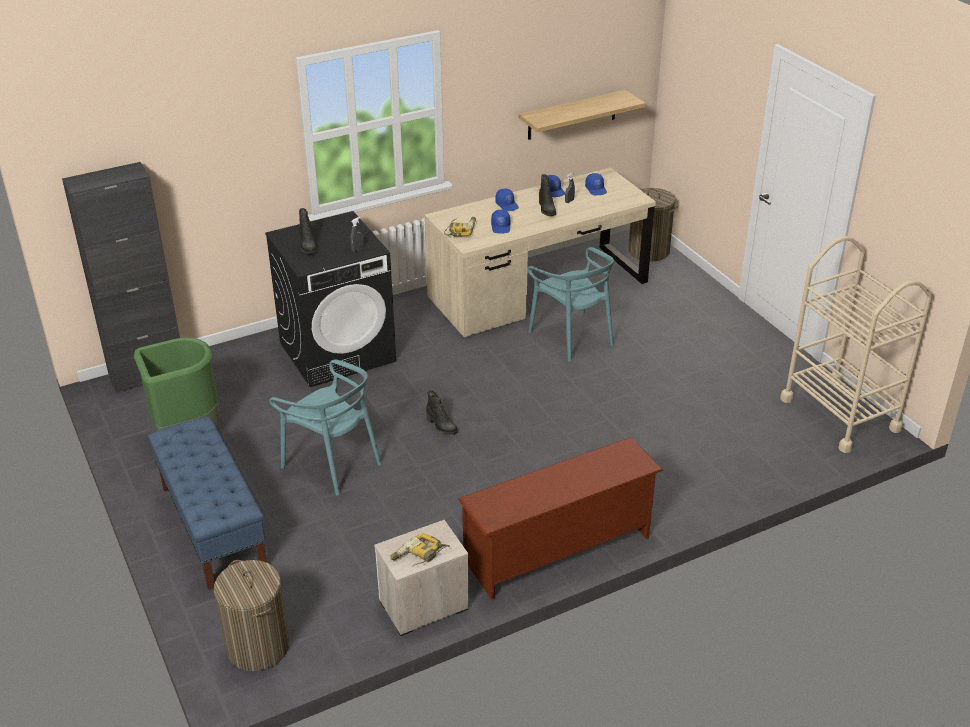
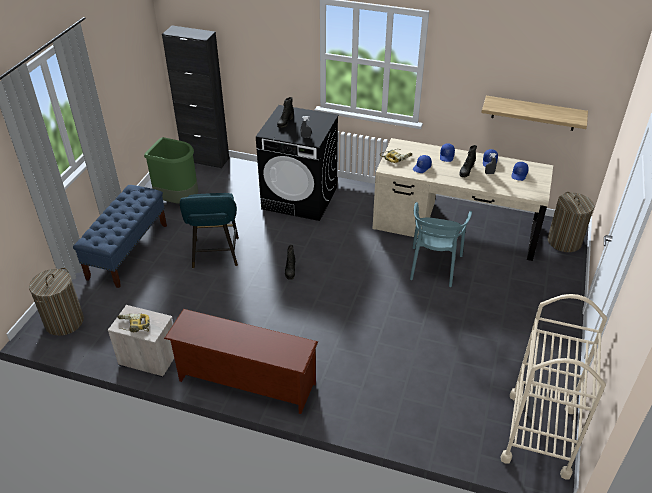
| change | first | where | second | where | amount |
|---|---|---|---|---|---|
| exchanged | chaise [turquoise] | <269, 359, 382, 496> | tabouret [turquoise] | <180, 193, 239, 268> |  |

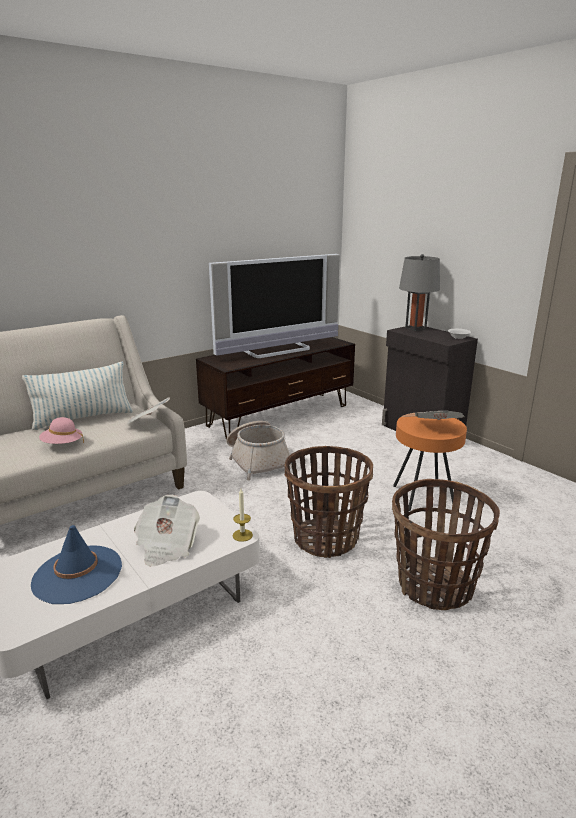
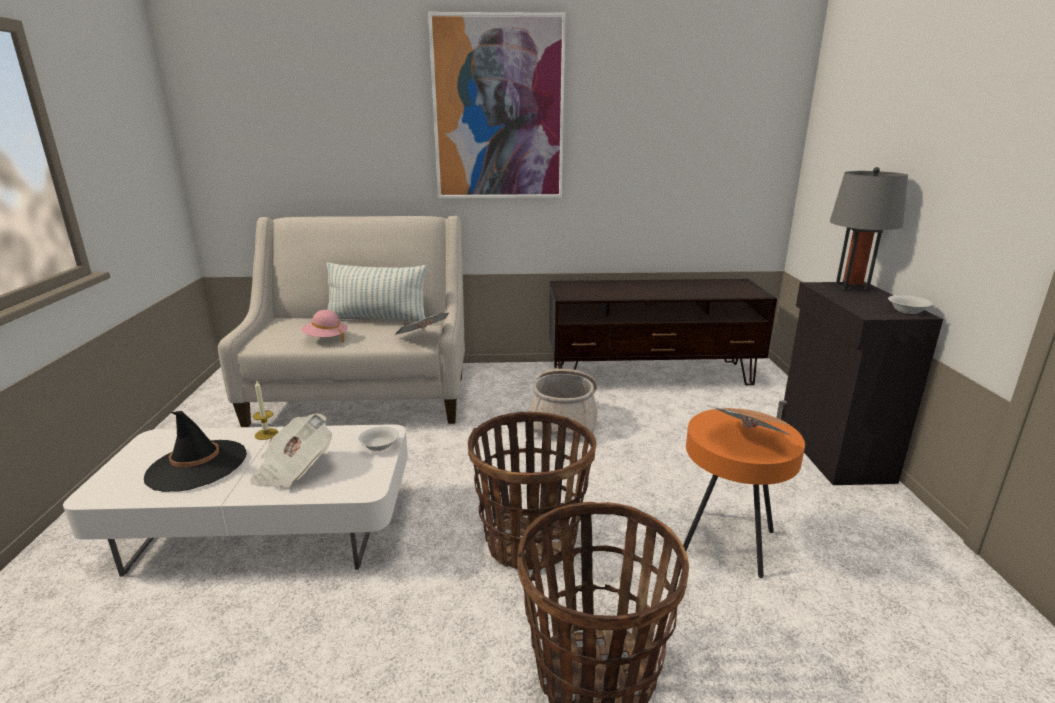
| change | first | where | second | where | amount |
|---|---|---|---|---|---|
| colour | chapeau [bleu] | <31, 525, 122, 604> | chapeau [noir] | <144, 411, 247, 492> |  |
| relocated | bougie | <233, 489, 253, 542> |  | <253, 381, 278, 440> |  |
| appeared |  |  | bol [blanc] | <358, 427, 399, 451> |  |
| appeared |  |  | tableau | <428, 12, 566, 198> |  |
| missing | téléviseur | <209, 254, 340, 358> |  |  |  |

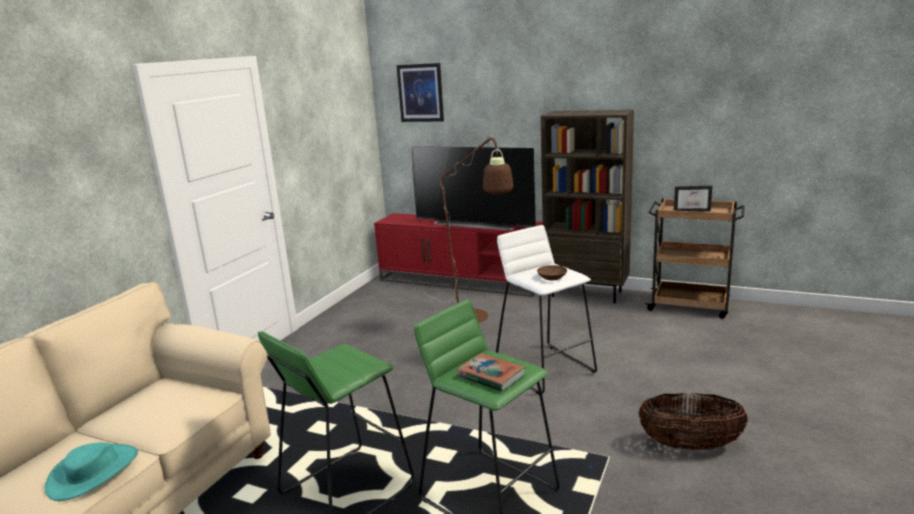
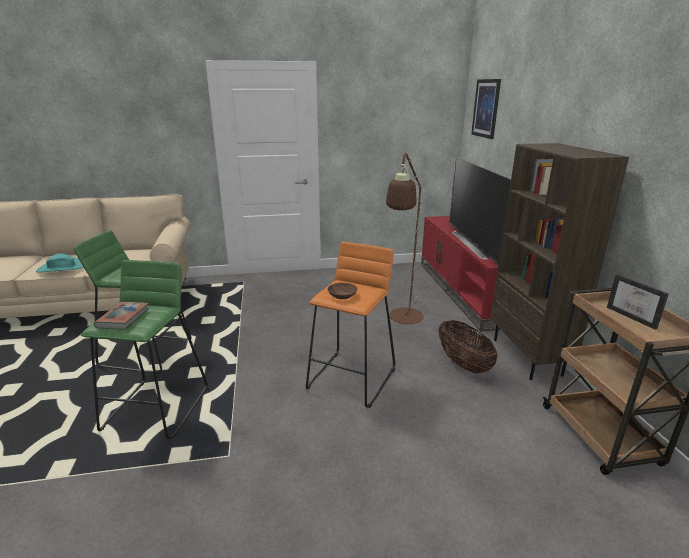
| change | first | where | second | where | amount |
|---|---|---|---|---|---|
| colour | tabouret [blanc] | <496, 225, 597, 394> | tabouret [orange] | <306, 242, 395, 408> |  |
| relocated | panier | <638, 393, 748, 450> |  | <439, 320, 498, 374> |  |

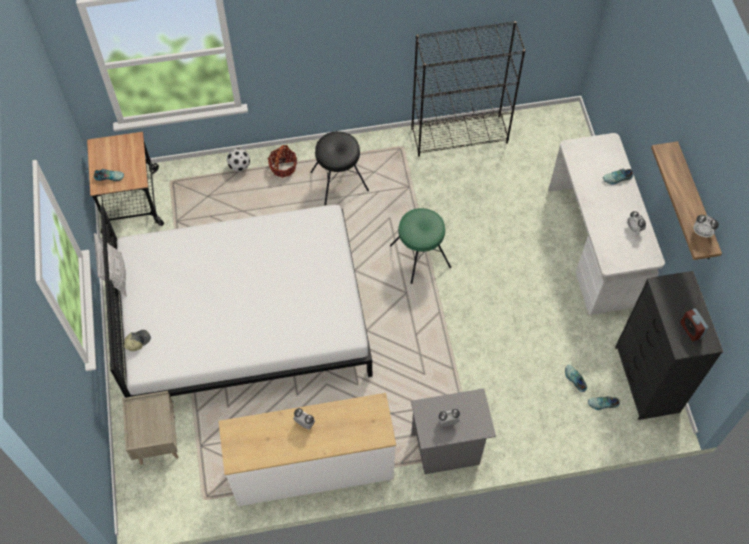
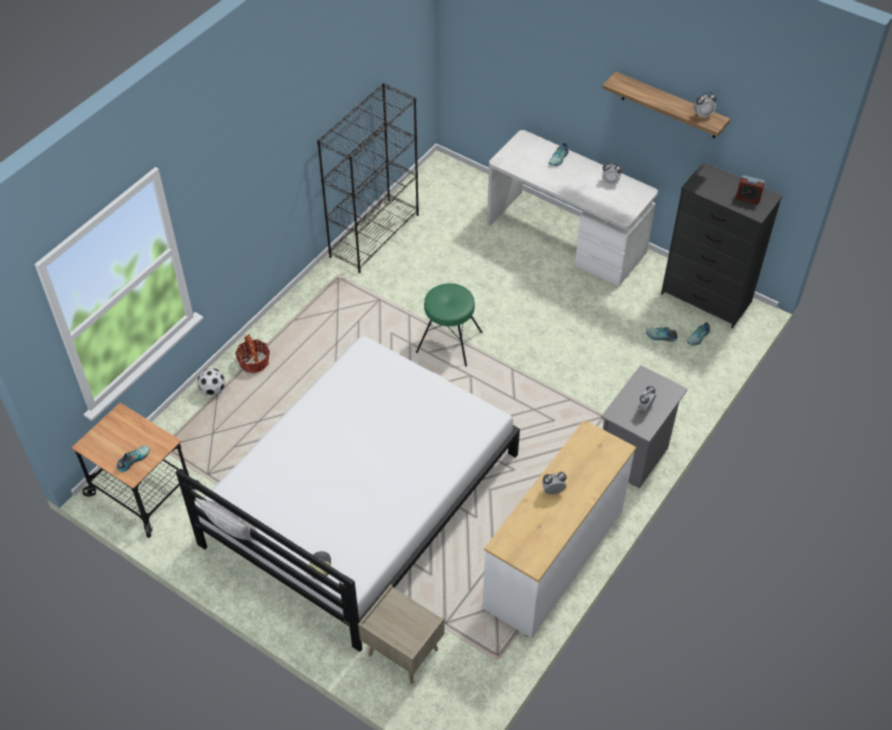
| change | first | where | second | where | amount |
|---|---|---|---|---|---|
| missing | tabouret [noir] | <310, 131, 369, 205> |  |  |  |

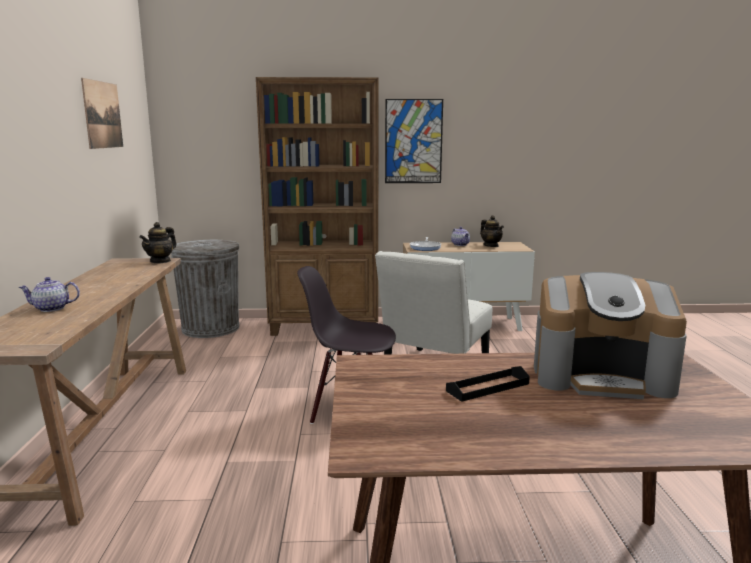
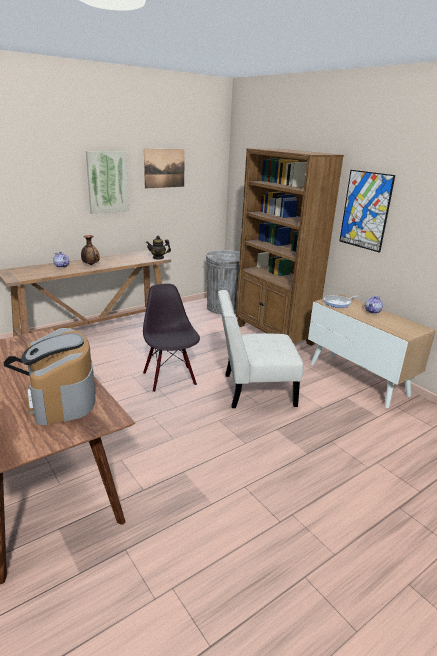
| change | first | where | second | where | amount |
|---|---|---|---|---|---|
| appeared |  |  | vase | <81, 235, 100, 265> |  |
| appeared |  |  | tableau | <86, 151, 129, 214> |  |
| missing | théière | <480, 215, 504, 247> |  |  |  |

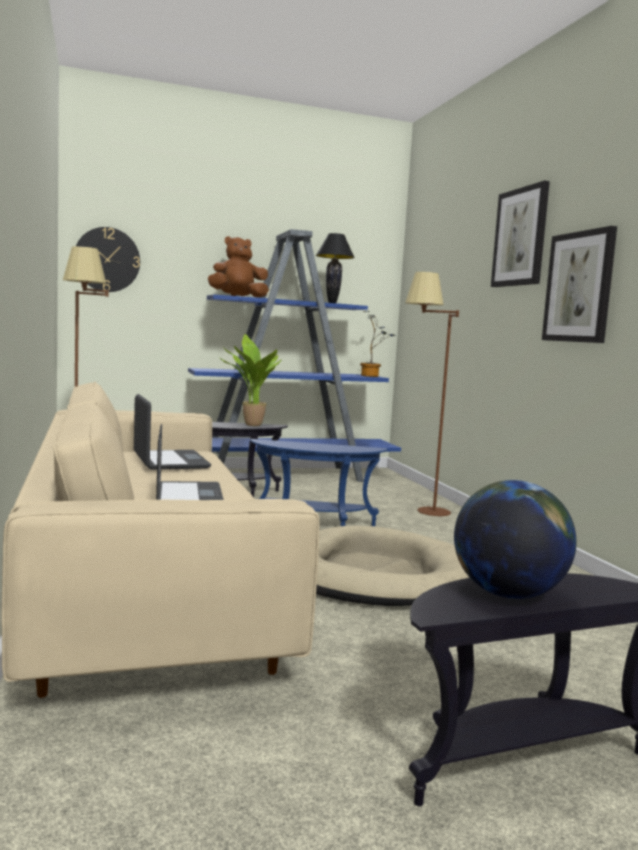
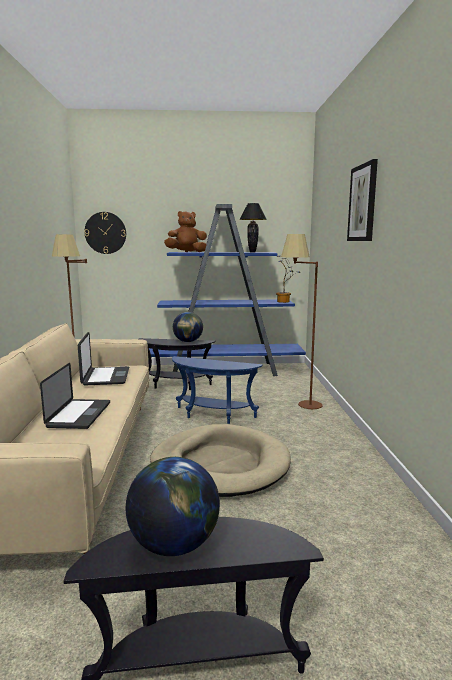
| change | first | where | second | where | amount |
|---|---|---|---|---|---|
| exchanged | plante en pot | <219, 334, 282, 426> | globe | <173, 312, 203, 342> |  |
| missing | tableau | <542, 226, 617, 343> |  |  |  |

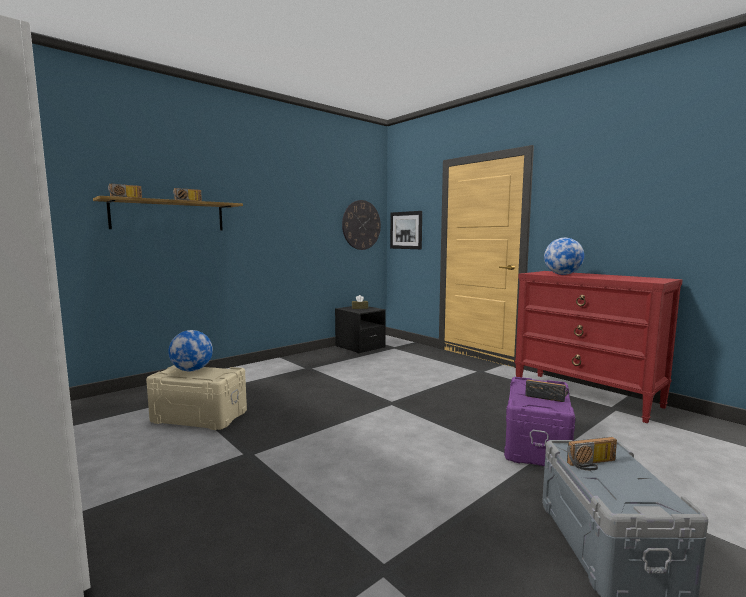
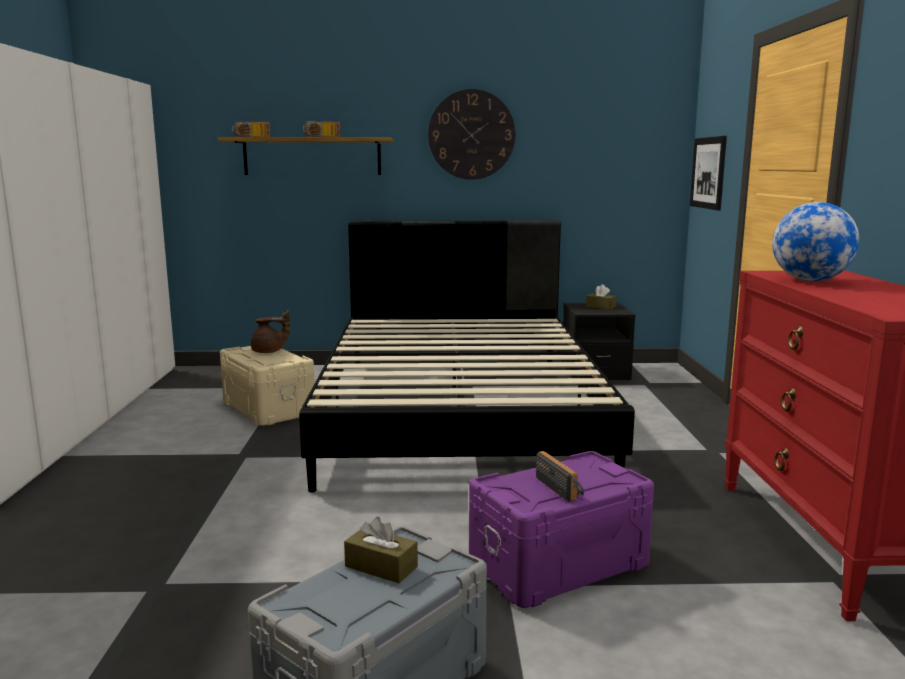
| change | first | where | second | where | amount |
|---|---|---|---|---|---|
| exchanged | globe | <168, 330, 213, 371> | théière [marron] | <251, 310, 290, 353> |  |
| appeared |  |  | lit [noir] | <299, 220, 635, 493> |  |
| exchanged | radio | <567, 437, 617, 470> | boîte à mouchoirs [marron] | <344, 517, 418, 583> |  |
| relocated | horloge murale | <342, 200, 381, 250> |  | <428, 89, 515, 180> |  |

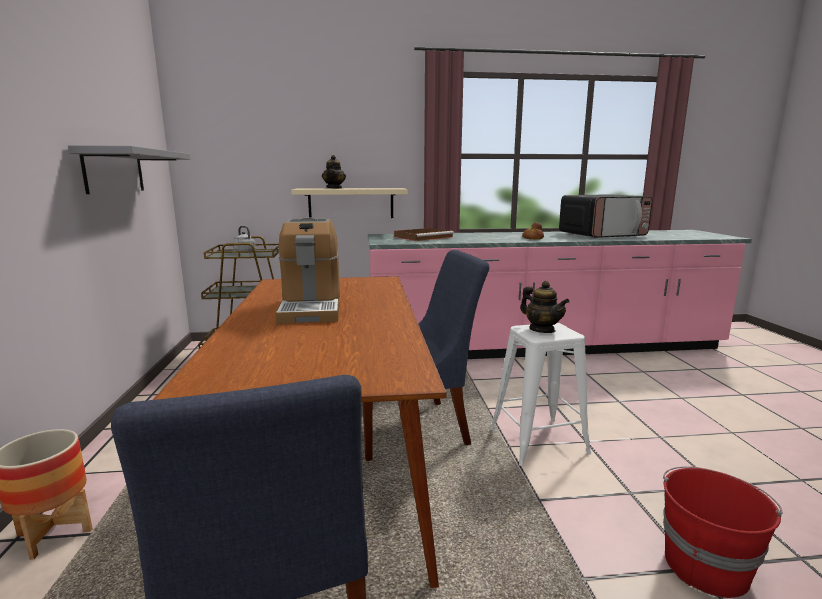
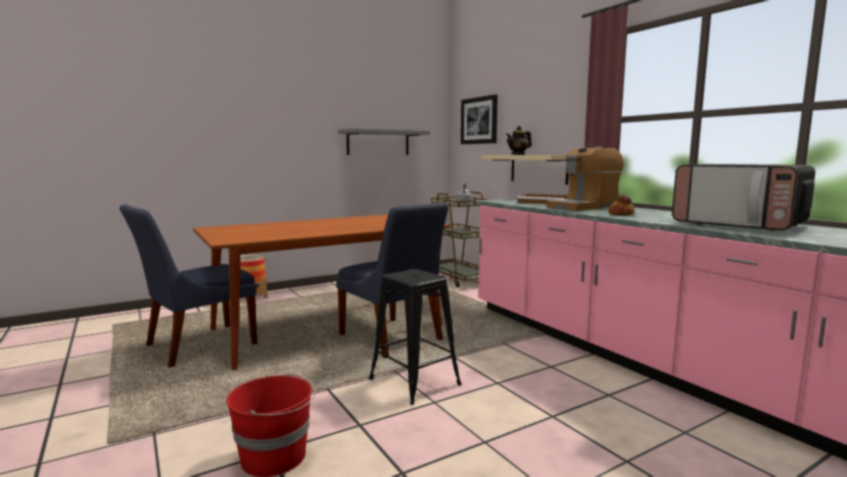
| change | first | where | second | where | amount |
|---|---|---|---|---|---|
| colour | tabouret [blanc] | <490, 323, 591, 466> | tabouret [noir] | <369, 269, 461, 405> |  |
| appeared |  |  | tableau | <461, 94, 498, 144> |  |
| relocated | machine à café | <275, 217, 340, 324> |  | <546, 146, 624, 211> |  |
| missing | théière | <520, 281, 570, 333> |  |  |  |

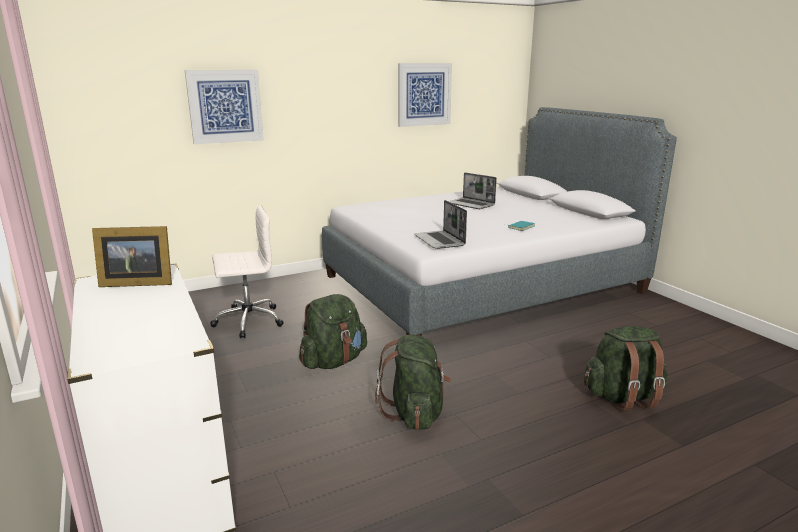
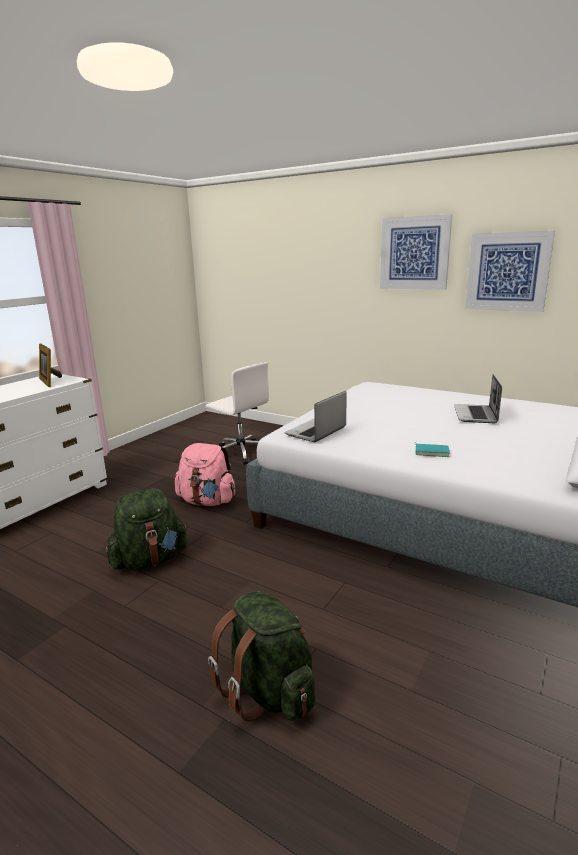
| change | first | where | second | where | amount |
|---|---|---|---|---|---|
| colour | sac à dos [vert] | <299, 294, 367, 369> | sac à dos [rose] | <175, 443, 235, 506> |  |
| relocated | tableau | <185, 70, 264, 144> |  | <380, 214, 452, 290> |  |

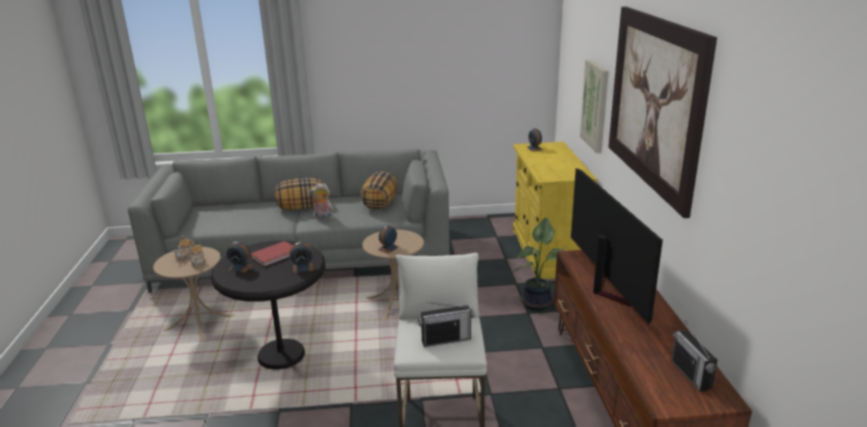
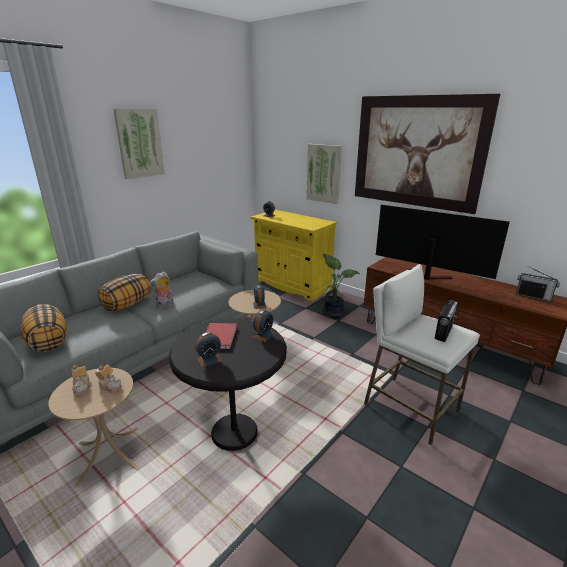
| change | first | where | second | where | amount |
|---|---|---|---|---|---|
| relocated | coussin | <361, 171, 398, 210> |  | <21, 304, 67, 352> |  |
| appeared |  |  | tableau | <113, 109, 165, 179> |  |

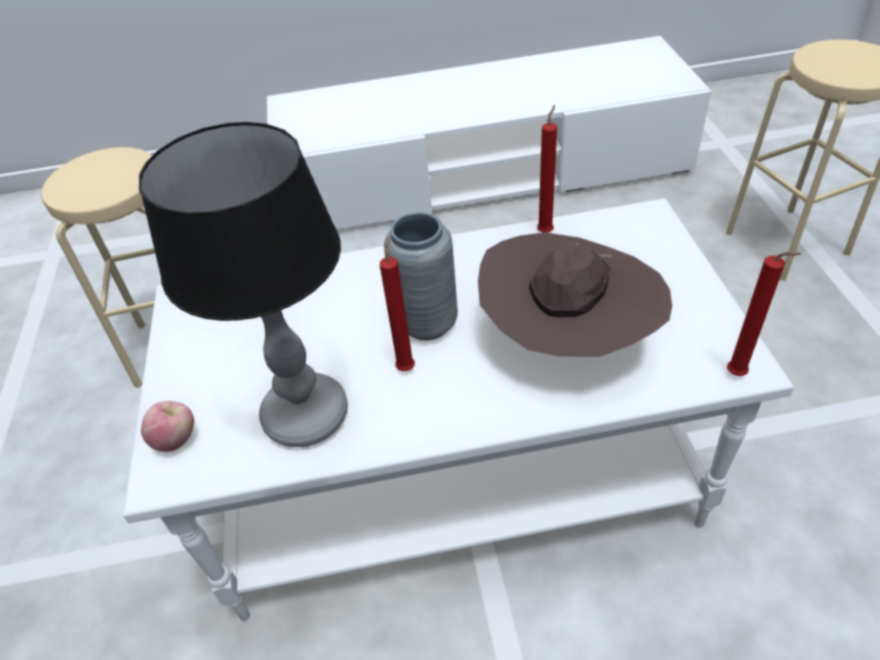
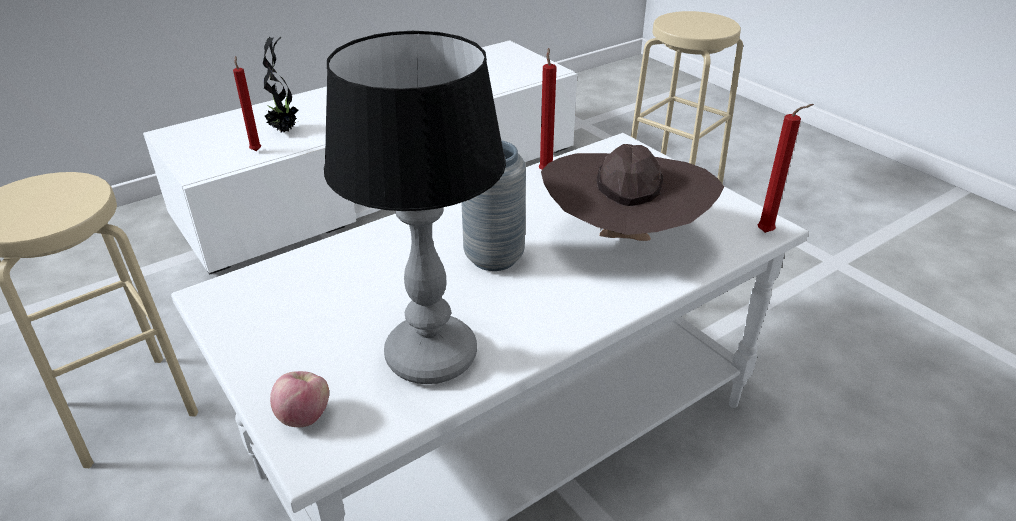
| change | first | where | second | where | amount |
|---|---|---|---|---|---|
| relocated | bougie [rouge] | <380, 236, 415, 371> |  | <233, 56, 261, 151> |  |
| appeared |  |  | plante en pot | <263, 37, 300, 132> |  |

